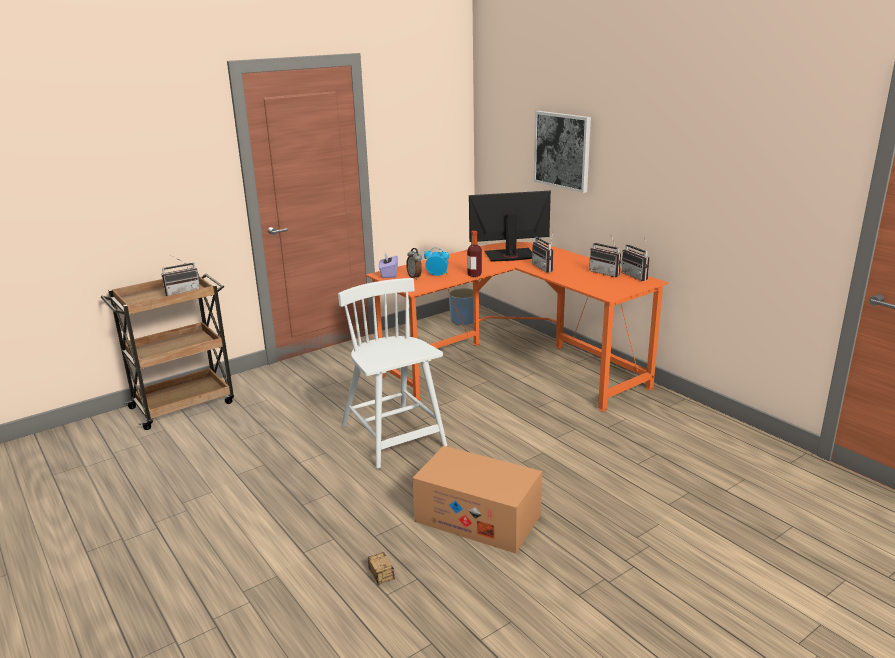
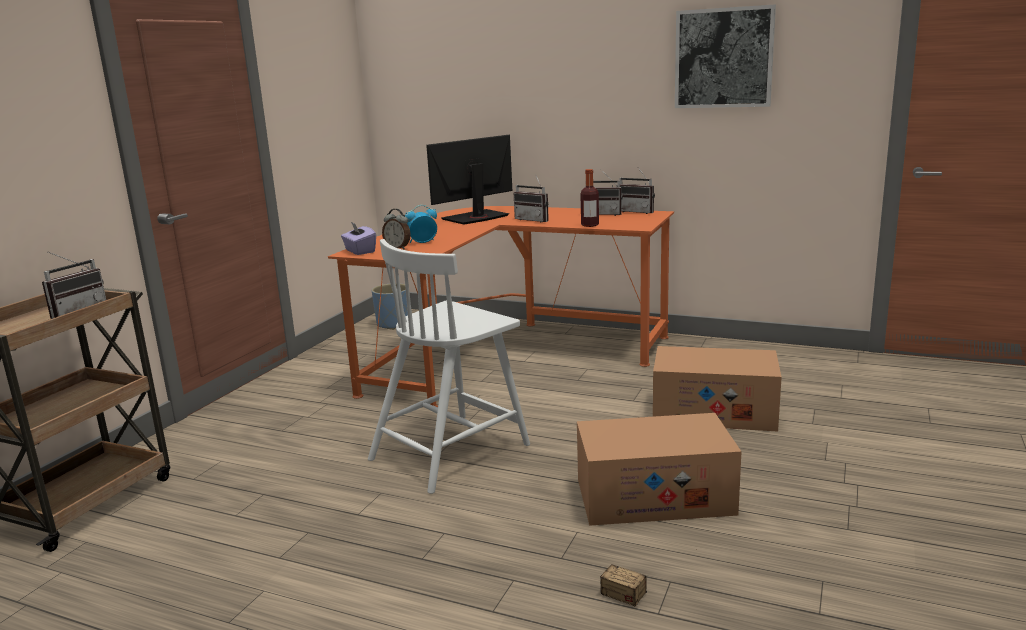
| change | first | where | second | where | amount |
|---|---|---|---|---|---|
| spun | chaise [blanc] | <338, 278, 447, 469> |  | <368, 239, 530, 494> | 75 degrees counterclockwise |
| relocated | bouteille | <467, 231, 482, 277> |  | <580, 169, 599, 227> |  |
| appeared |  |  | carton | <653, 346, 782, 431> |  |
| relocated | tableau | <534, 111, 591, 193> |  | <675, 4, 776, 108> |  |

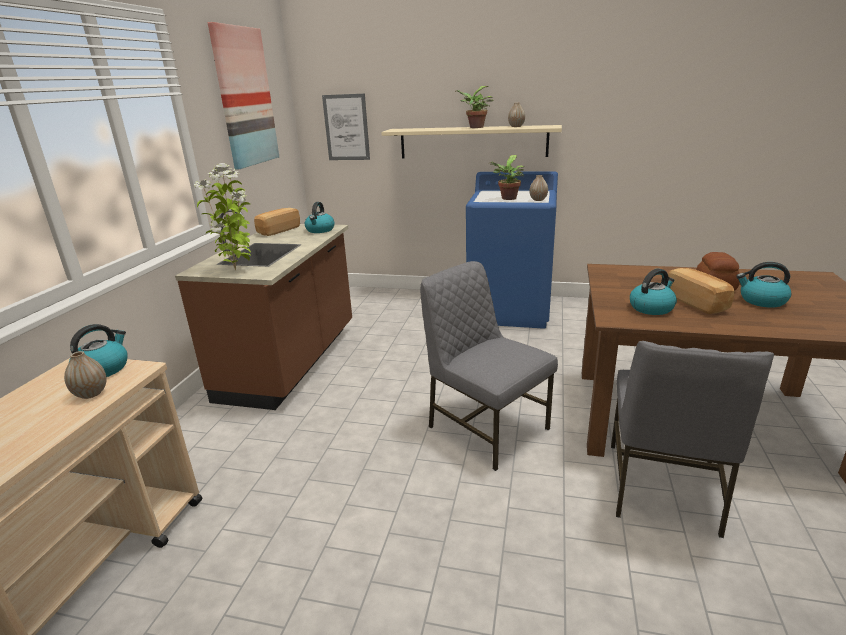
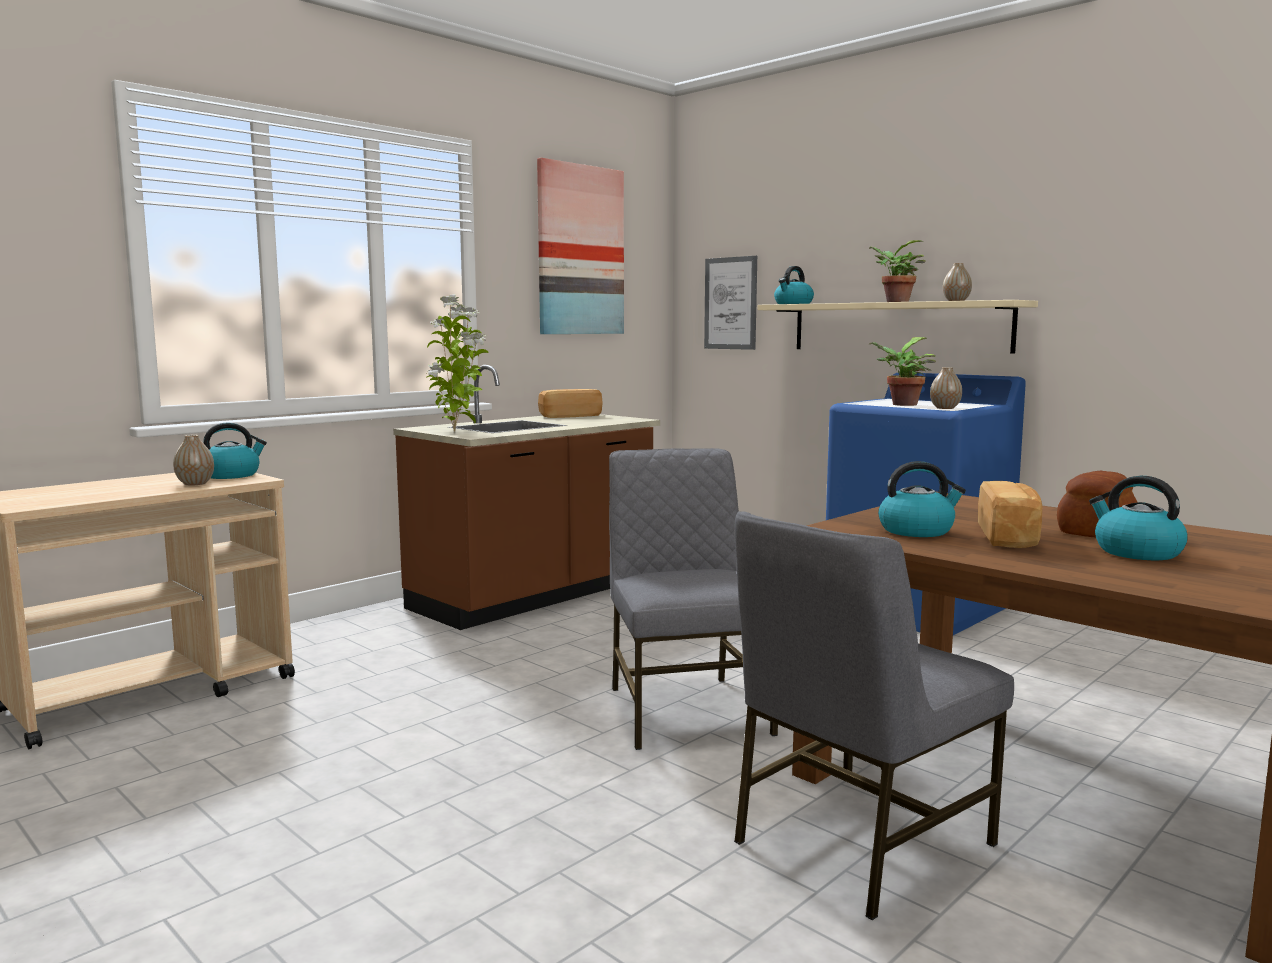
| change | first | where | second | where | amount |
|---|---|---|---|---|---|
| relocated | bouilloire | <305, 202, 335, 233> |  | <774, 266, 814, 304> |  |

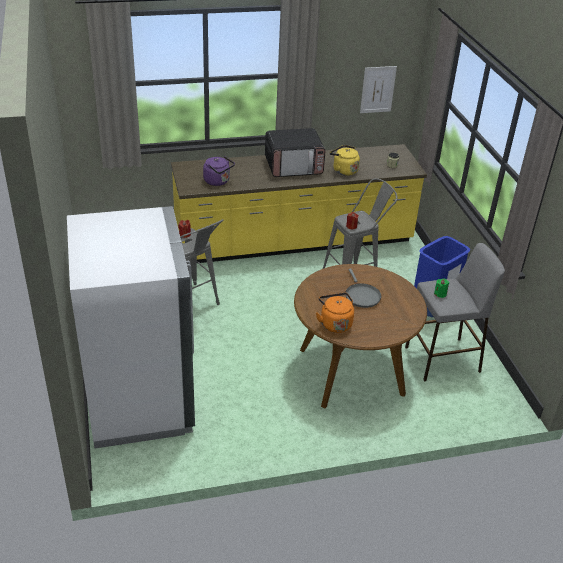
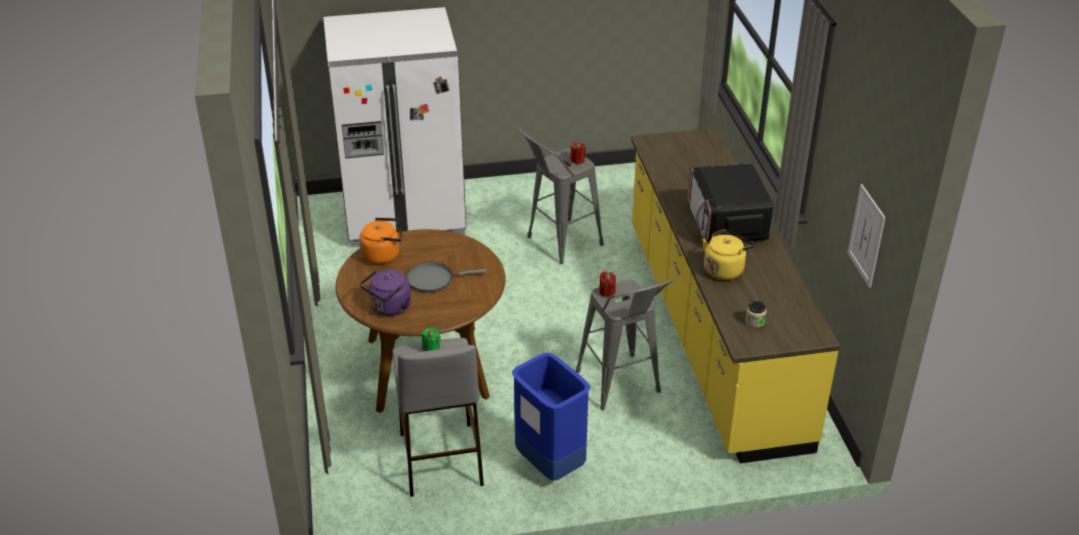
| change | first | where | second | where | amount |
|---|---|---|---|---|---|
| relocated | bouilloire [violet] | <203, 156, 235, 186> |  | <360, 270, 411, 316> |  |

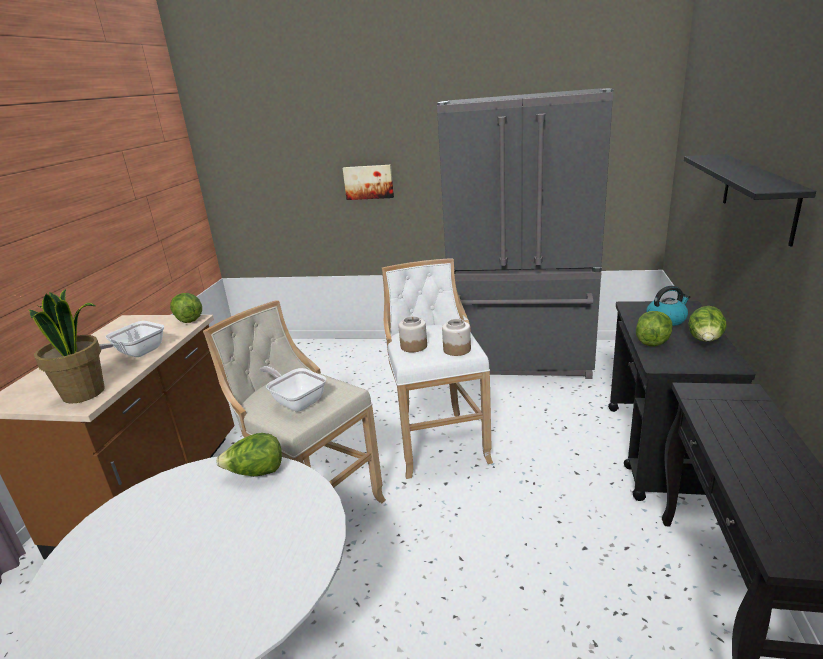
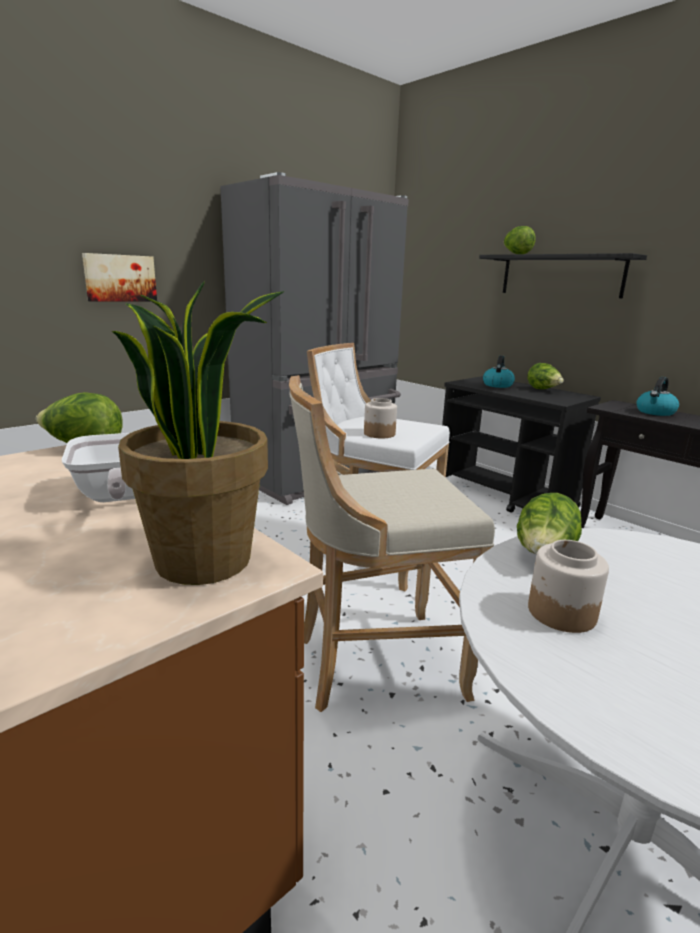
| change | first | where | second | where | amount |
|---|---|---|---|---|---|
| relocated | laitue | <636, 311, 673, 346> |  | <504, 226, 536, 254> |  |
| relocated | bocal | <442, 319, 471, 356> |  | <528, 540, 609, 633> |  |
| appeared |  |  | bouilloire | <636, 377, 679, 416> |  |
| missing | poêle | <260, 366, 326, 412> |  |  |  |

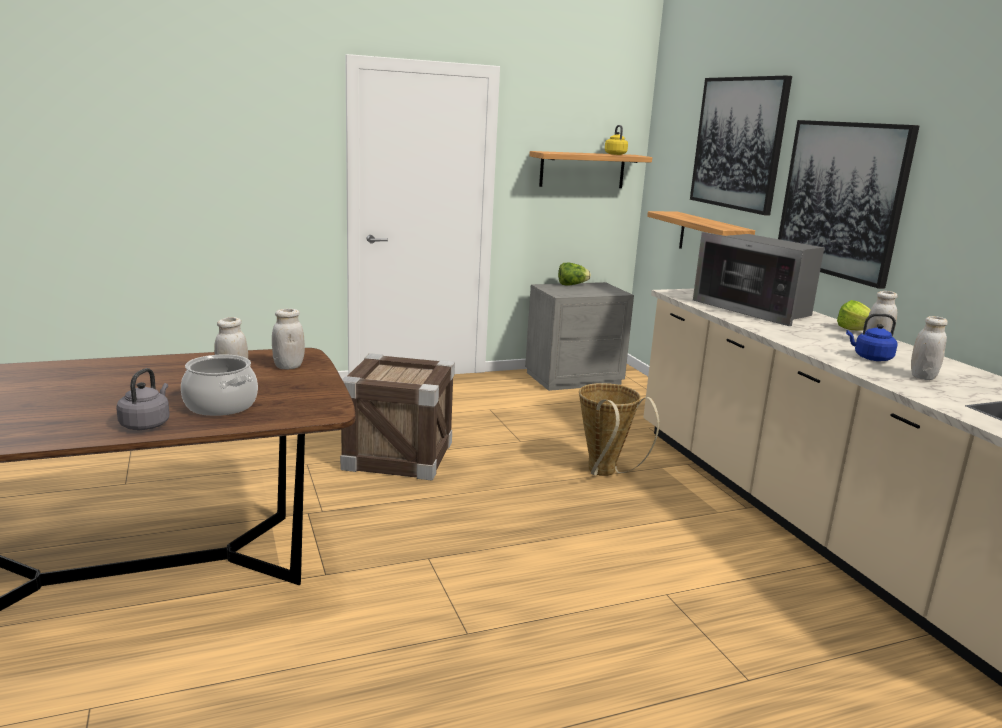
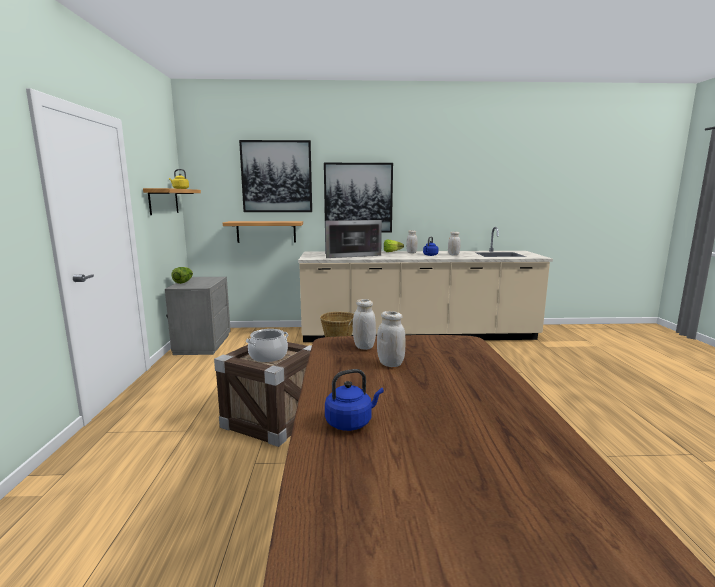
| change | first | where | second | where | amount |
|---|---|---|---|---|---|
| relocated | marmite | <181, 354, 258, 416> |  | <246, 329, 288, 362> |  |
| appeared |  |  | bouilloire [bleu] | <325, 369, 384, 431> |  |
| missing | bouilloire [gris] | <116, 368, 170, 430> |  |  |  |

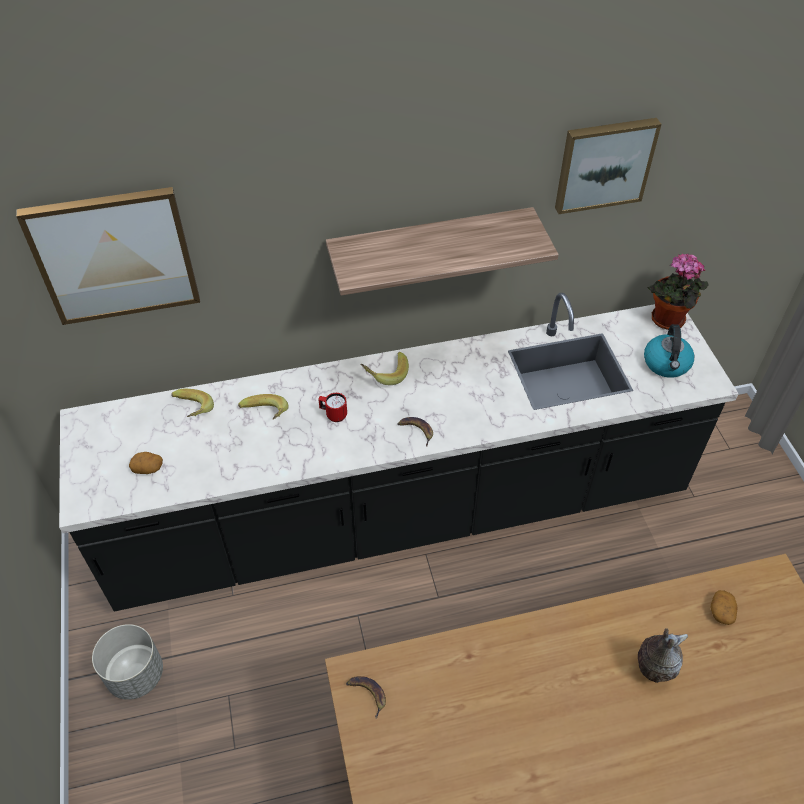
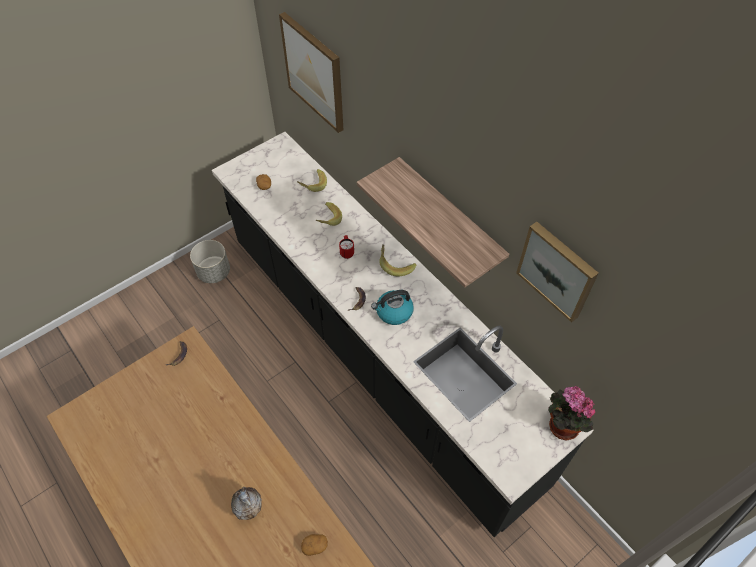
| change | first | where | second | where | amount |
|---|---|---|---|---|---|
| relocated | bouilloire | <644, 324, 694, 378> |  | <371, 290, 414, 325> |  |

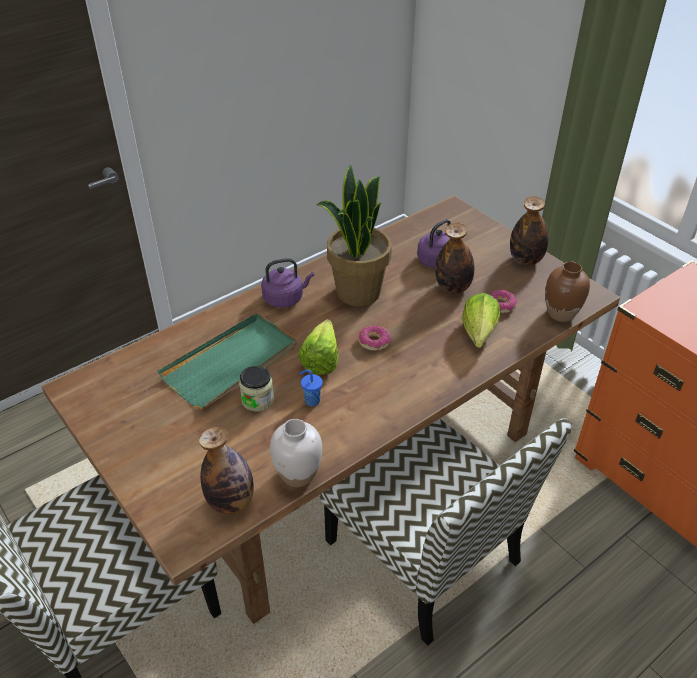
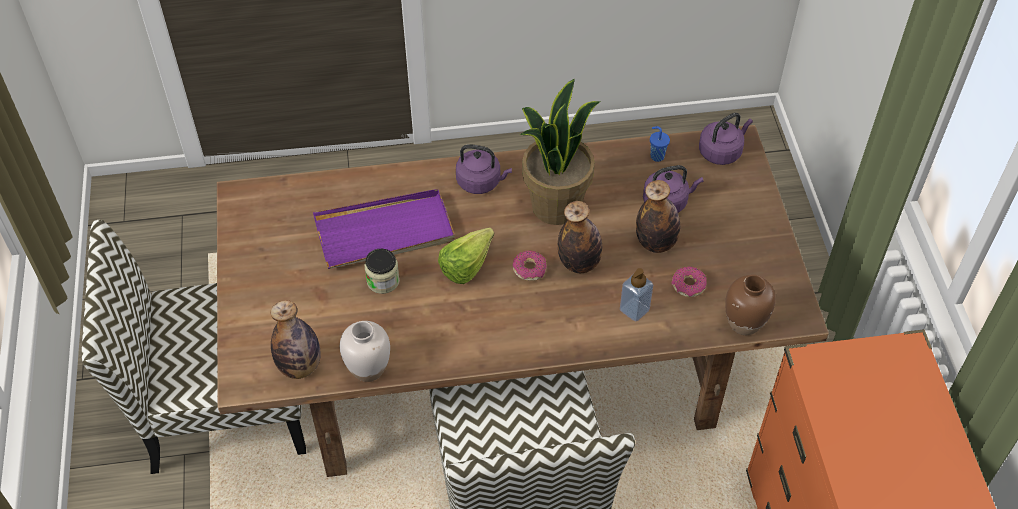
| change | first | where | second | where | amount |
|---|---|---|---|---|---|
| colour | plateau [vert] | <157, 313, 297, 409> | plateau [violet] | <313, 189, 455, 269> |  |
| relocated | bouteille | <510, 196, 548, 266> |  | <558, 201, 603, 273> |  |
| exchanged | laitue | <462, 293, 500, 348> | distributeur de savon | <620, 268, 654, 321> |  |
| relocated | tasse [bleu] | <299, 369, 323, 407> |  | <650, 126, 670, 162> |  |
| appeared |  |  | bouilloire [violet] | <699, 113, 753, 165> |  |

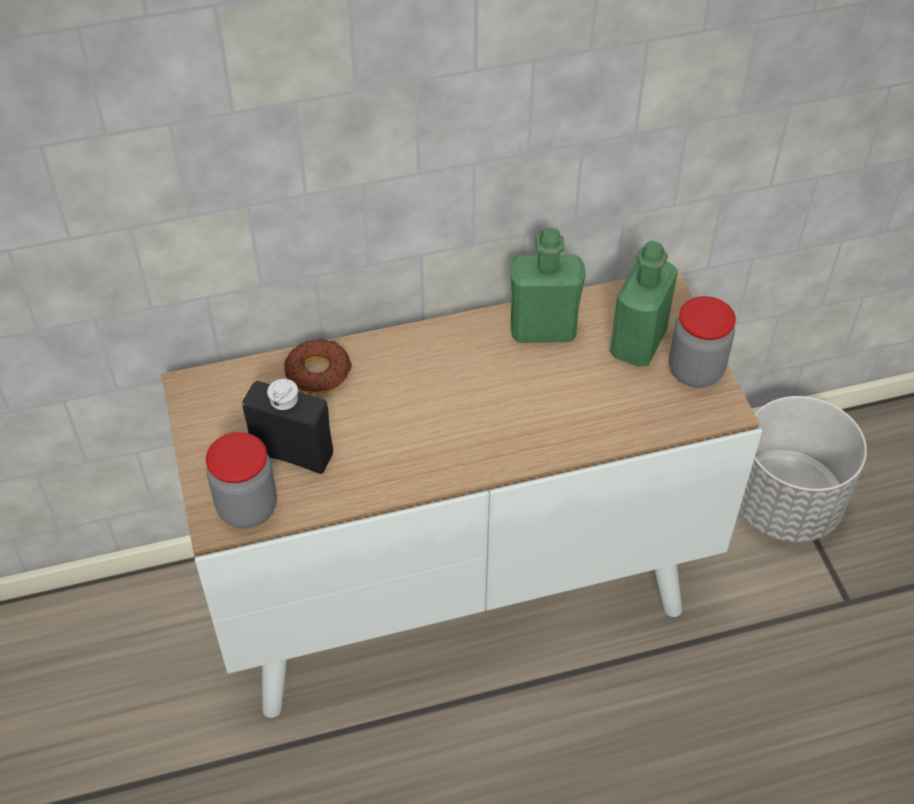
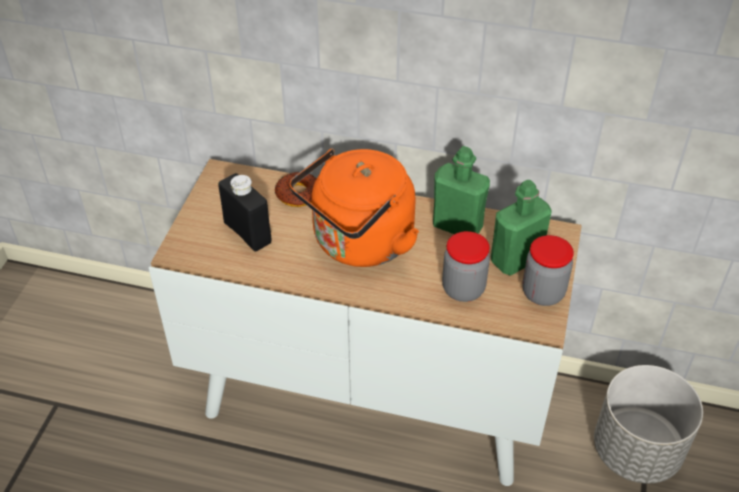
| change | first | where | second | where | amount |
|---|---|---|---|---|---|
| appeared |  |  | bouilloire [orange] | <289, 149, 419, 267> |  |
| relocated | bocal | <206, 432, 277, 528> |  | <442, 231, 490, 302> |  |

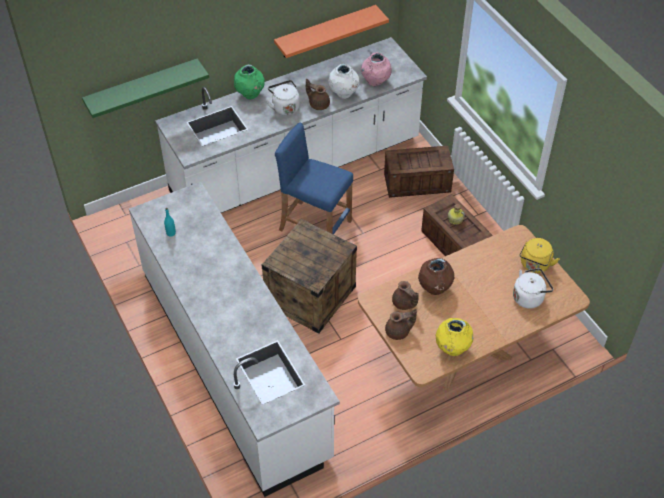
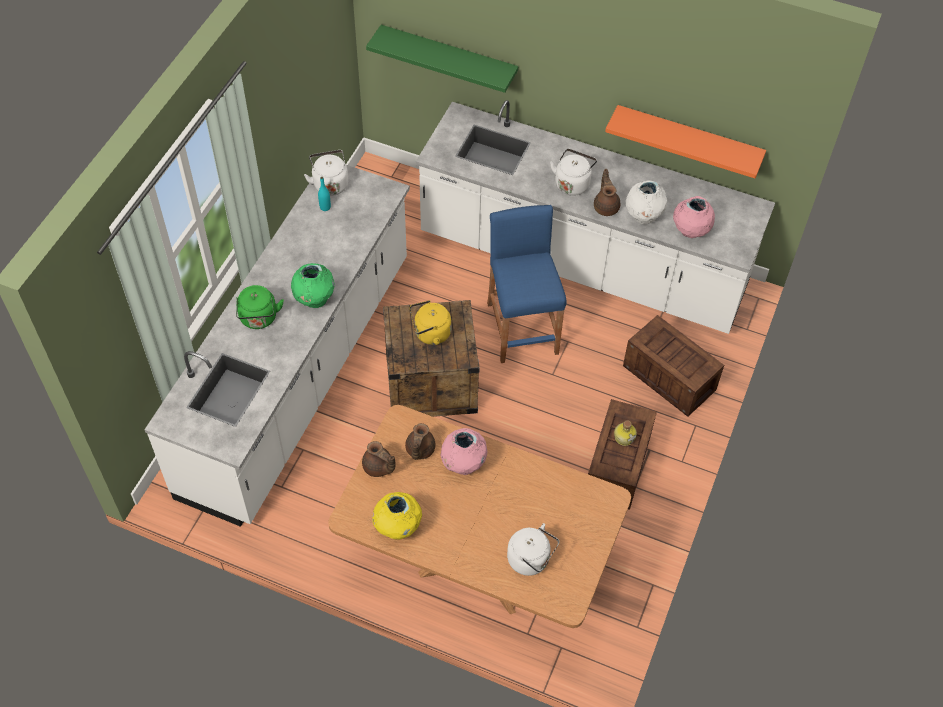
| change | first | where | second | where | amount |
|---|---|---|---|---|---|
| appeared |  |  | bouilloire [vert] | <236, 285, 284, 329> |  |
| relocated | vase [vert] | <234, 64, 265, 99> |  | <291, 263, 335, 308> |  |
| appeared |  |  | bouilloire [blanc] | <304, 150, 348, 196> |  |
| relocated | bouilloire [jaune] | <520, 238, 560, 273> |  | <410, 300, 451, 345> |  |
| colour | vase [marron] | <418, 258, 454, 295> | vase [rose] | <440, 428, 487, 475> |  |

